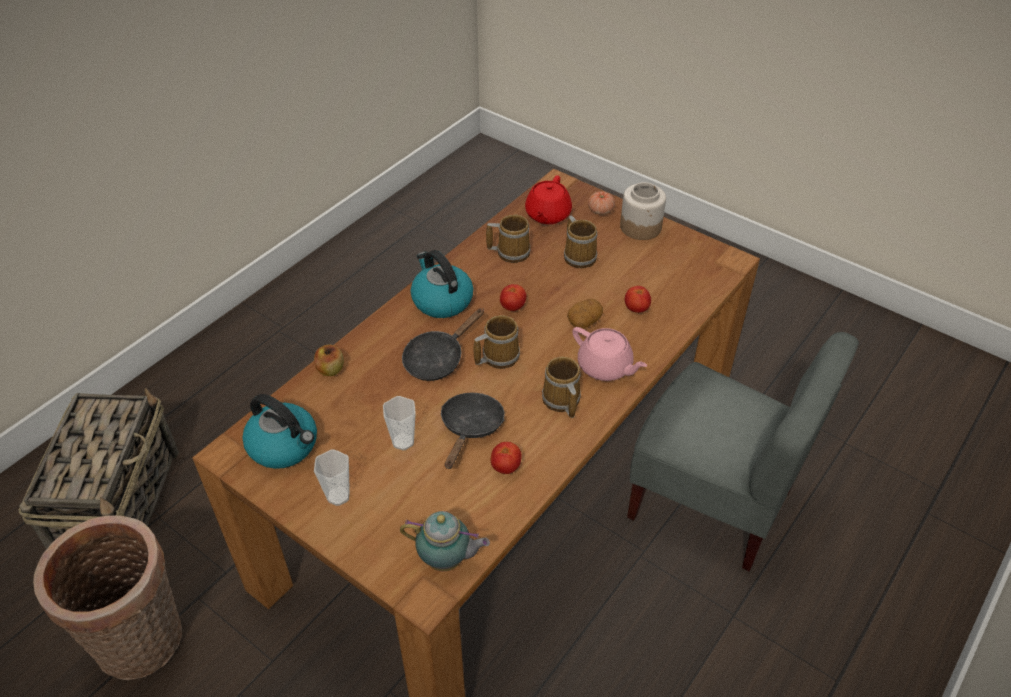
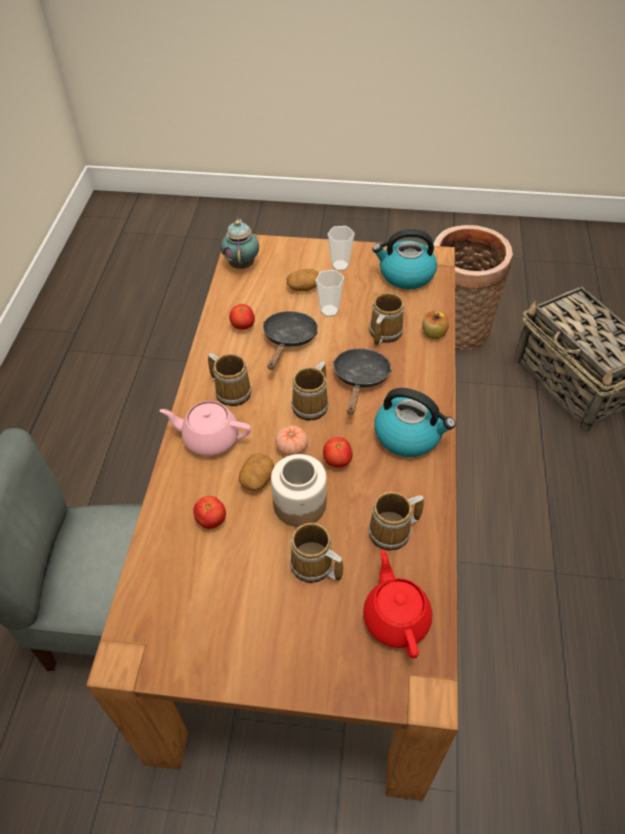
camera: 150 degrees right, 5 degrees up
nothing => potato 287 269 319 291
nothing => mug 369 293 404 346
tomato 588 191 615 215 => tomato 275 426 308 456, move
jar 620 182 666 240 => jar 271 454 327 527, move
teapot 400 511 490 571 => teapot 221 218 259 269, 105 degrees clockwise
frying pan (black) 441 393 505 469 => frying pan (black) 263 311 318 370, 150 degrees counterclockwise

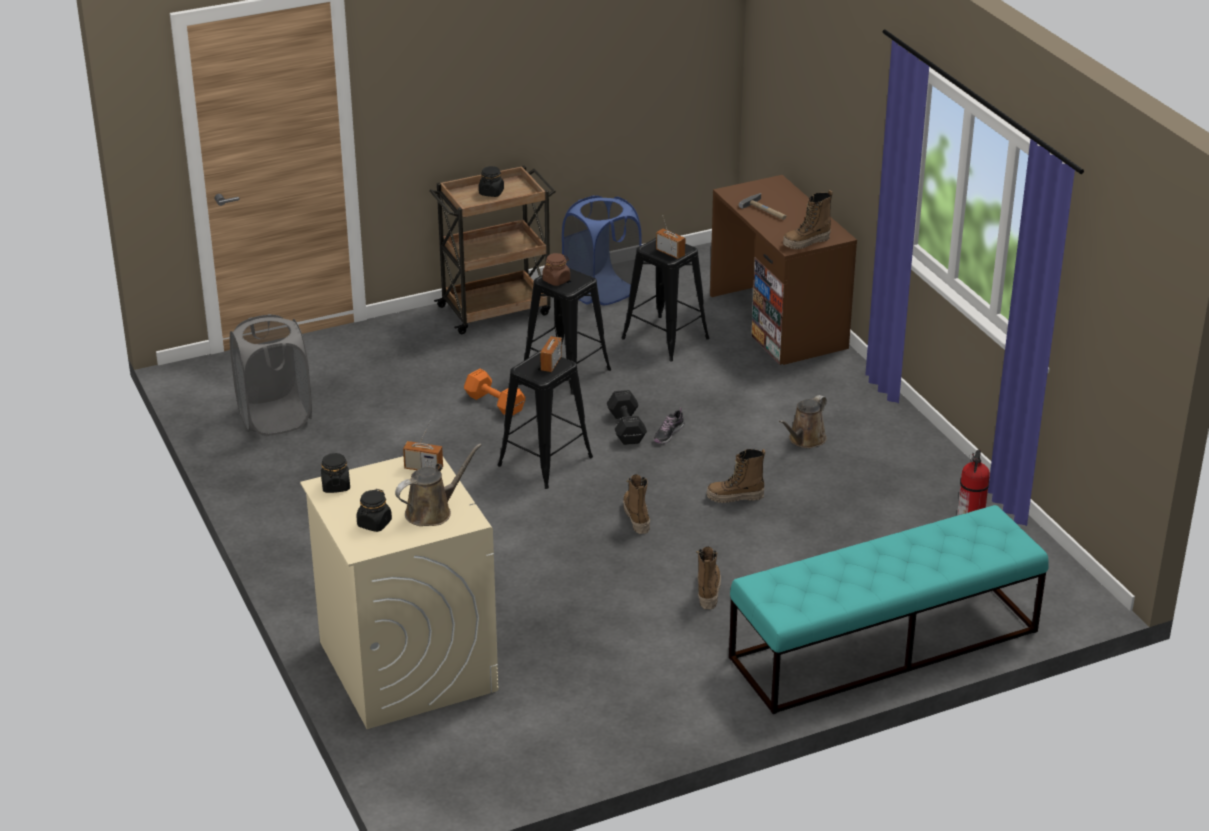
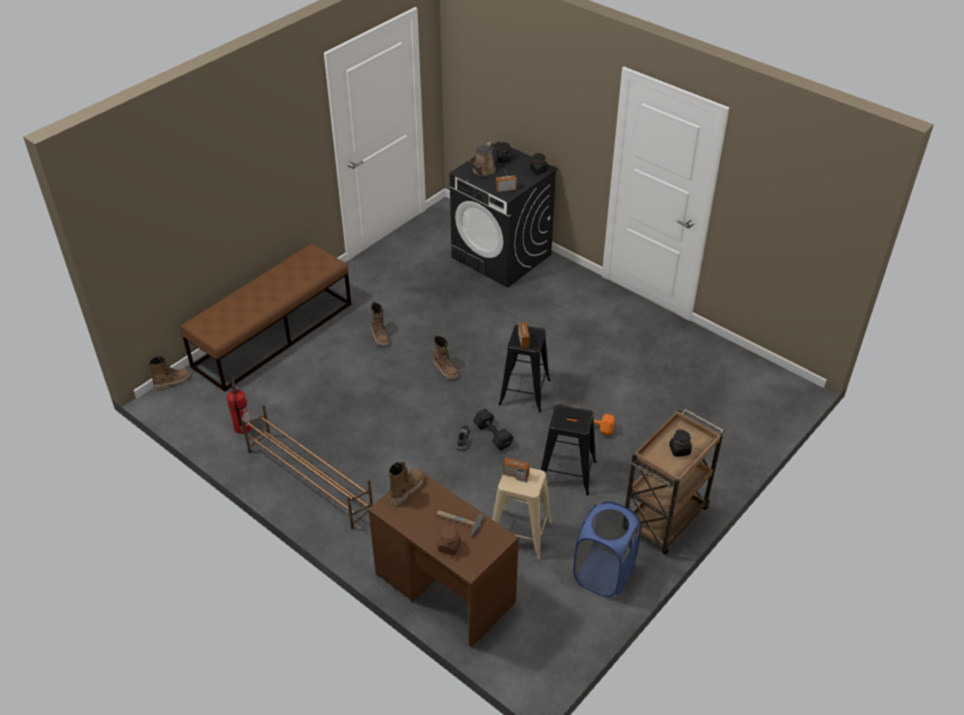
camera: 155 degrees right, 10 degrees up
laundry basket (grey) 230 314 312 436 => nothing
watering can (brown) 779 395 827 448 => nothing
nothing => shoe rack (brown) 242 406 373 529
jar (brown) 542 253 570 286 => jar (brown) 438 525 461 555, move
boot 706 449 765 503 => boot 147 356 190 391, move
washing machine (beige) 300 456 499 729 => washing machine (black) 450 141 557 288
stool (black) 622 238 710 361 => stool (beige) 492 468 552 559
bench (turquoise) 729 505 1049 714 => bench (brown) 180 244 351 392

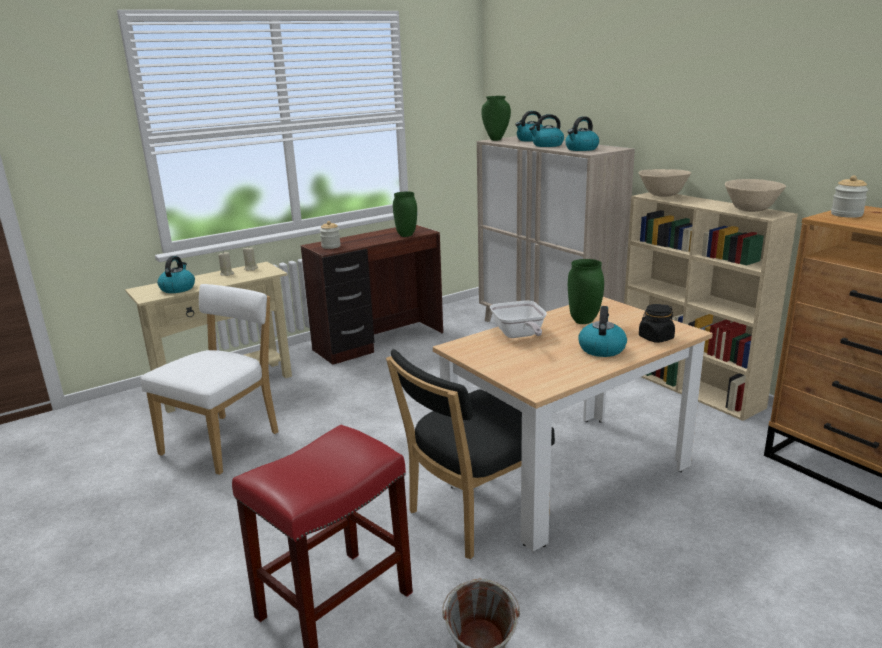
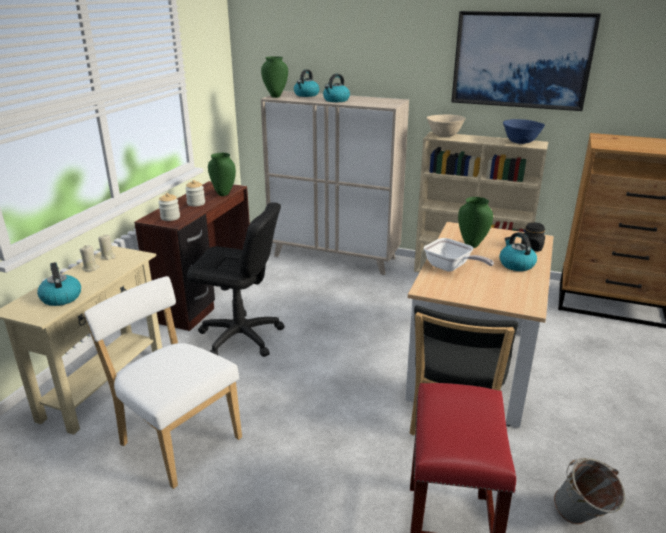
camera: 35 degrees left, 5 degrees up
kettle 565 116 599 151 => nothing
nothing => office chair (black) 187 203 285 357
nothing => picture 451 11 601 111
jar 831 175 868 218 => jar 185 180 205 207, move
bowl (beige) 725 179 786 212 => bowl (blue) 503 119 545 144
chair (white) 141 284 279 475 => chair (white) 83 276 242 489, 45 degrees counterclockwise

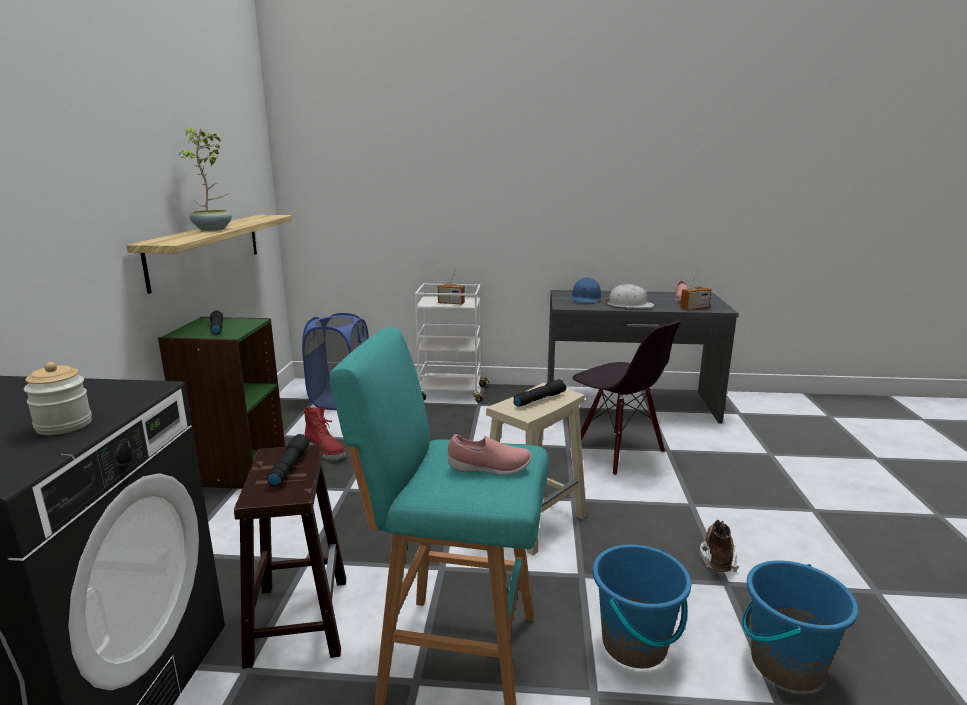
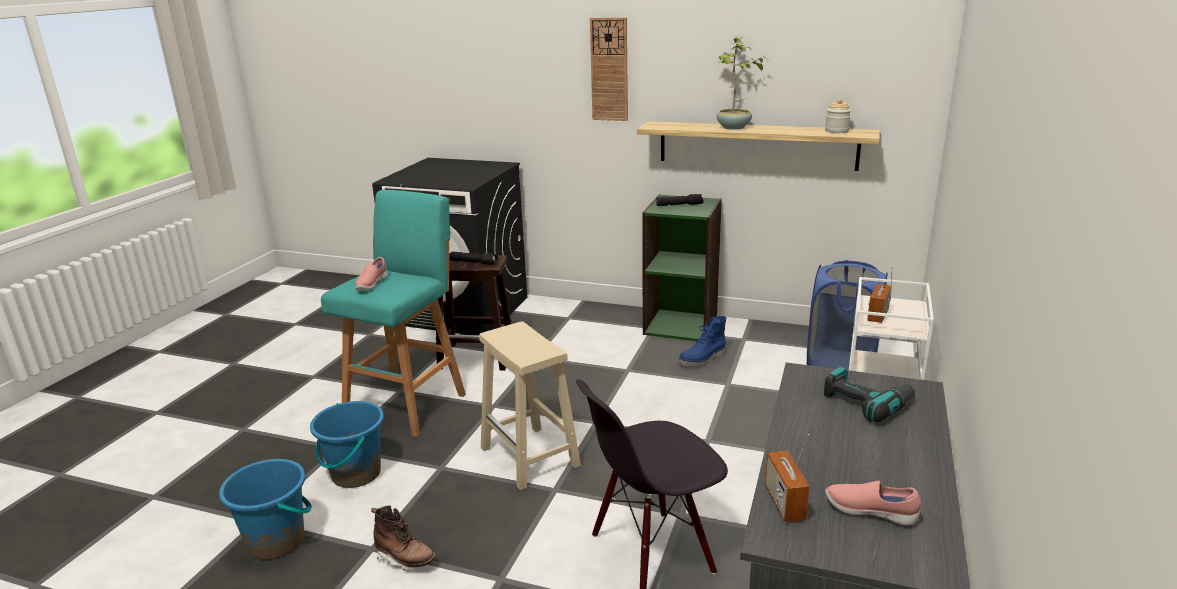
camera: 105 degrees right, 5 degrees up
flashlight (black) 514 379 567 407 => nothing
hard hat (white) 604 284 654 308 => nothing
nothing => wall clock 590 18 628 121
jar 24 362 92 435 => jar 825 99 851 133, move
hard hat (blue) 571 278 602 303 => power drill 824 366 915 423
boot (red) 303 407 346 460 => boot (blue) 678 316 726 367

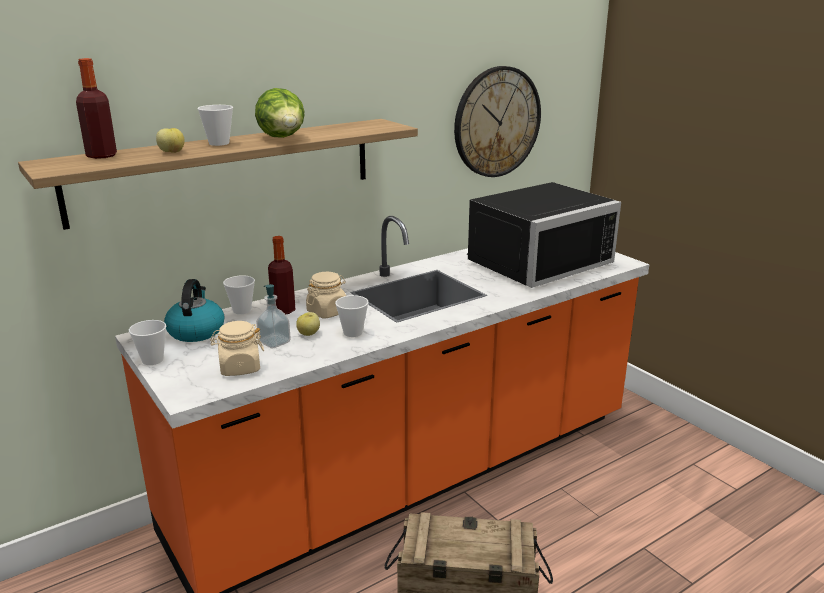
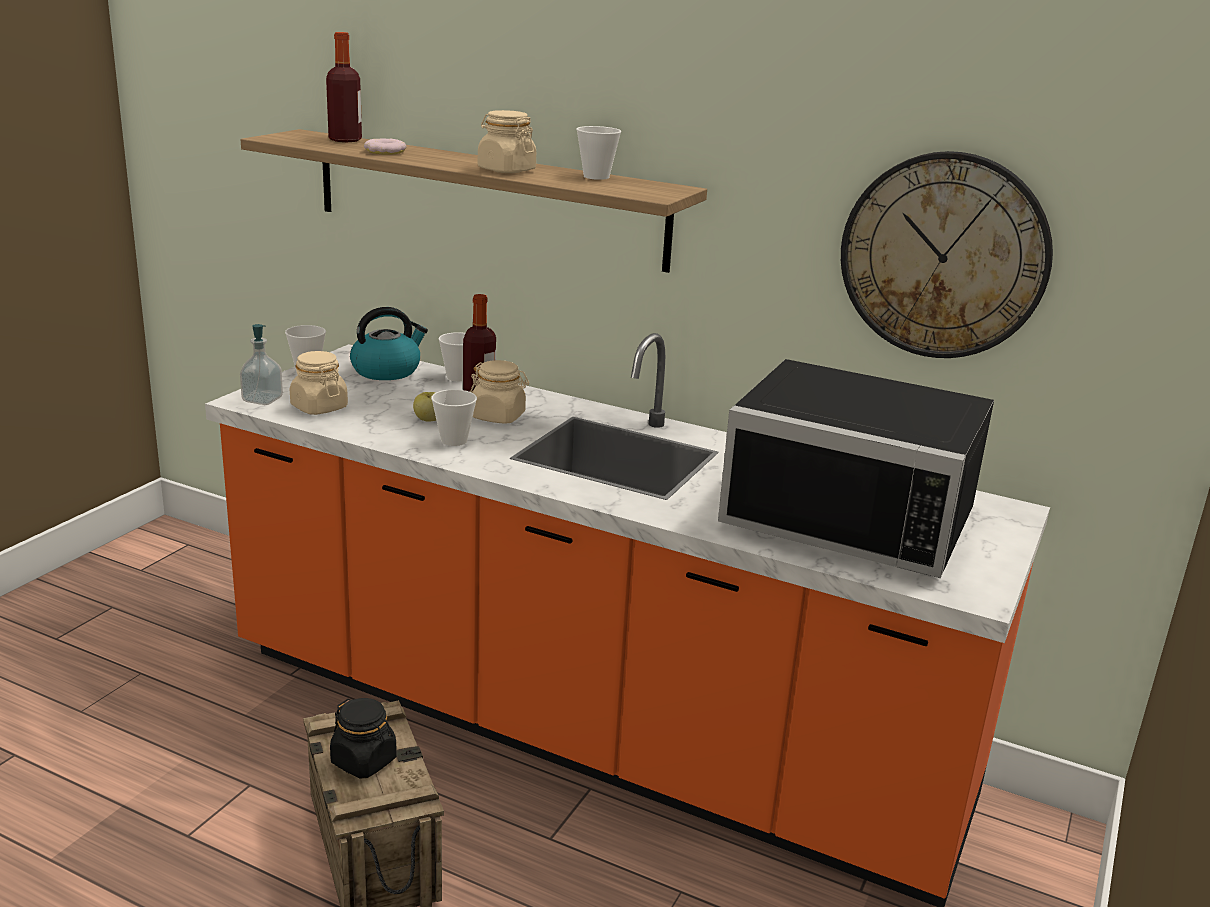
camera: 60 degrees right, 0 degrees up
nothing => jar (black) 330 698 397 779
cup 197 105 233 146 => cup 576 126 621 180, move
soap dispenser 256 284 291 349 => soap dispenser 240 324 283 405, move
apple 156 128 185 153 => donut 364 138 406 155
lettuce 255 88 305 138 => jar (beige) 478 110 536 173

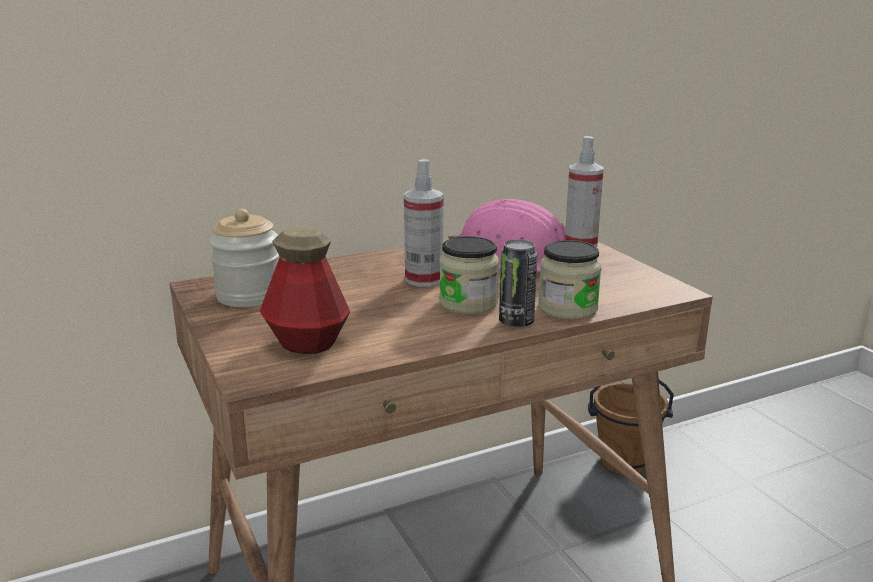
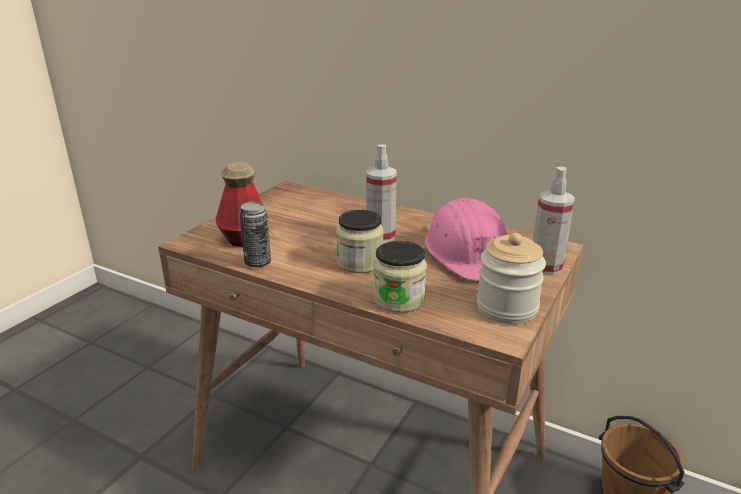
camera: 55 degrees right, 5 degrees up
jar 209 209 279 307 => jar 477 233 546 324, move
can 499 239 537 328 => can 239 201 271 267, move

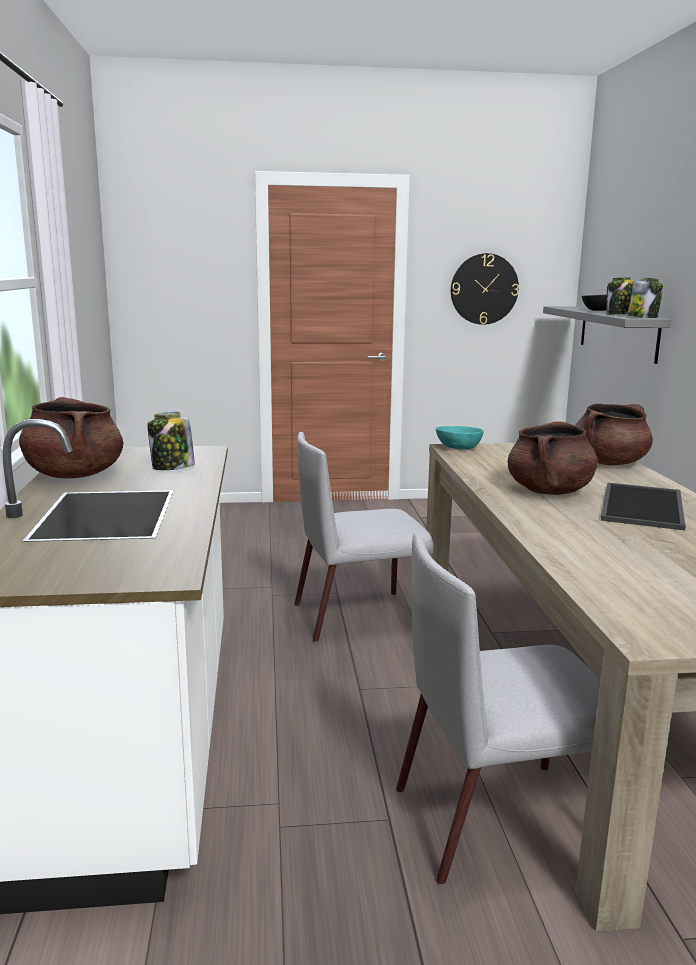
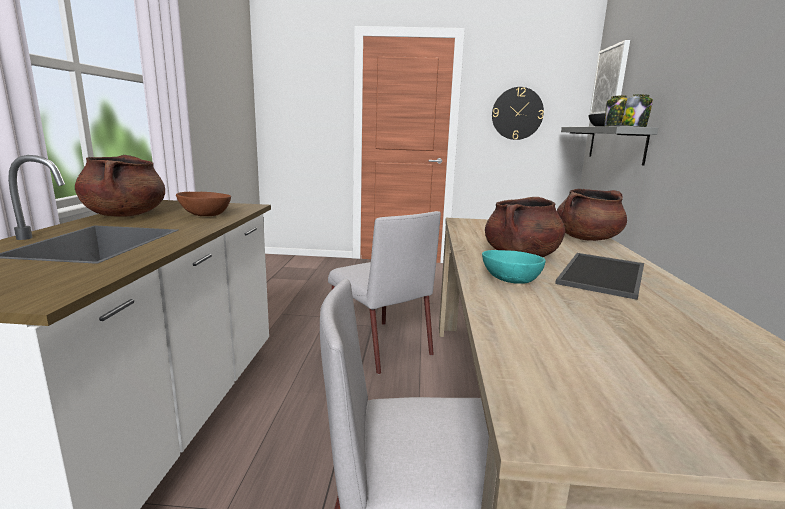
camera: 10 degrees right, 0 degrees up
nothing => picture 589 40 630 115
bowl (turquoise) 436 426 484 450 => bowl (turquoise) 482 250 546 284, move
jar 148 412 195 470 => bowl (brown) 176 192 231 216
chair (grey) 294 432 433 642 => chair (grey) 328 211 441 374, 120 degrees counterclockwise

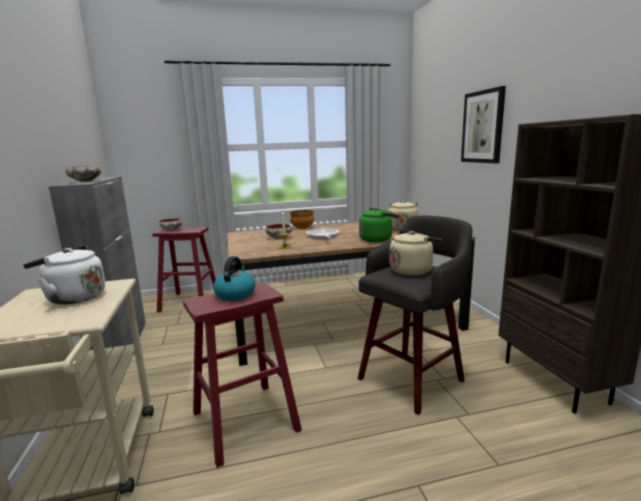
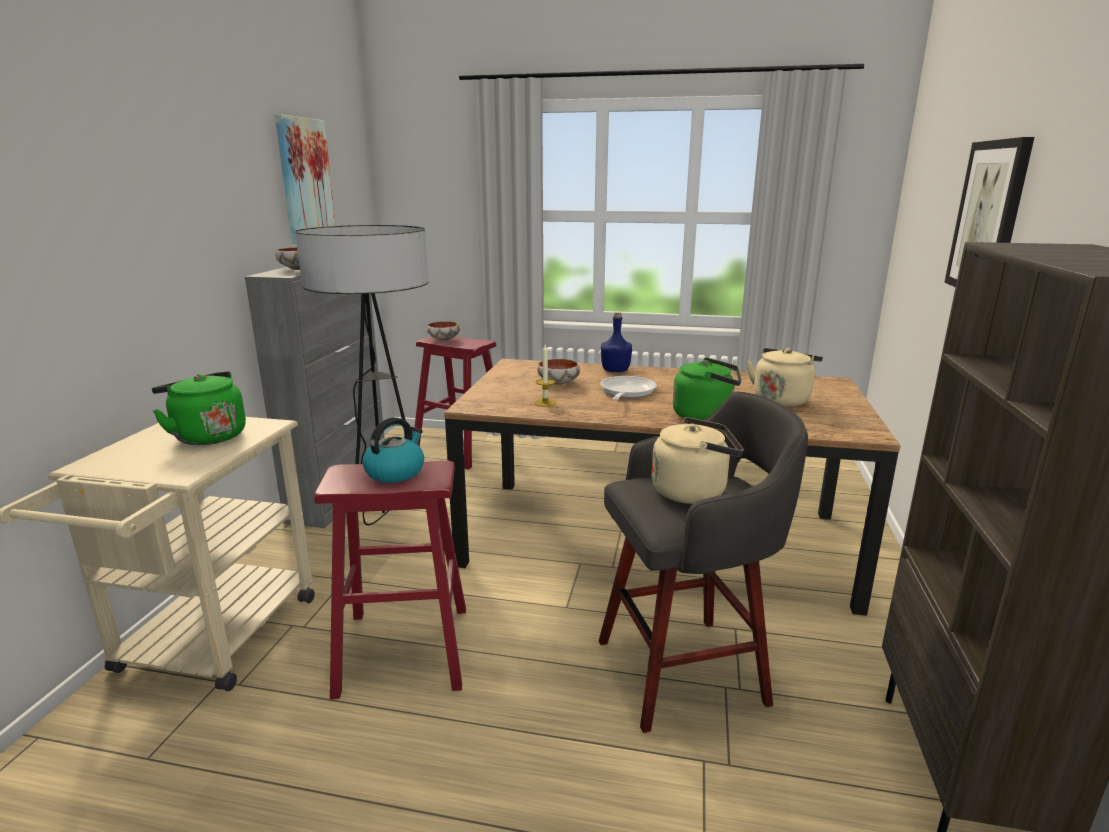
camera: 25 degrees right, 5 degrees up
nothing => picture 275 114 336 244
nothing => floor lamp 295 225 428 525
bowl 290 210 314 229 => bottle (blue) 601 312 632 372
kettle (white) 23 245 105 304 => kettle (green) 152 371 246 445

